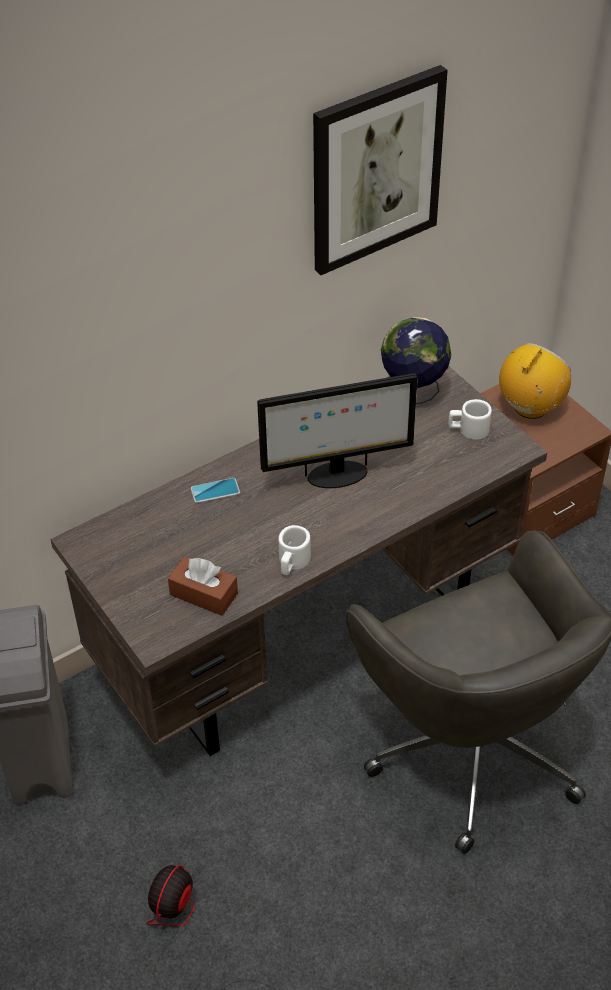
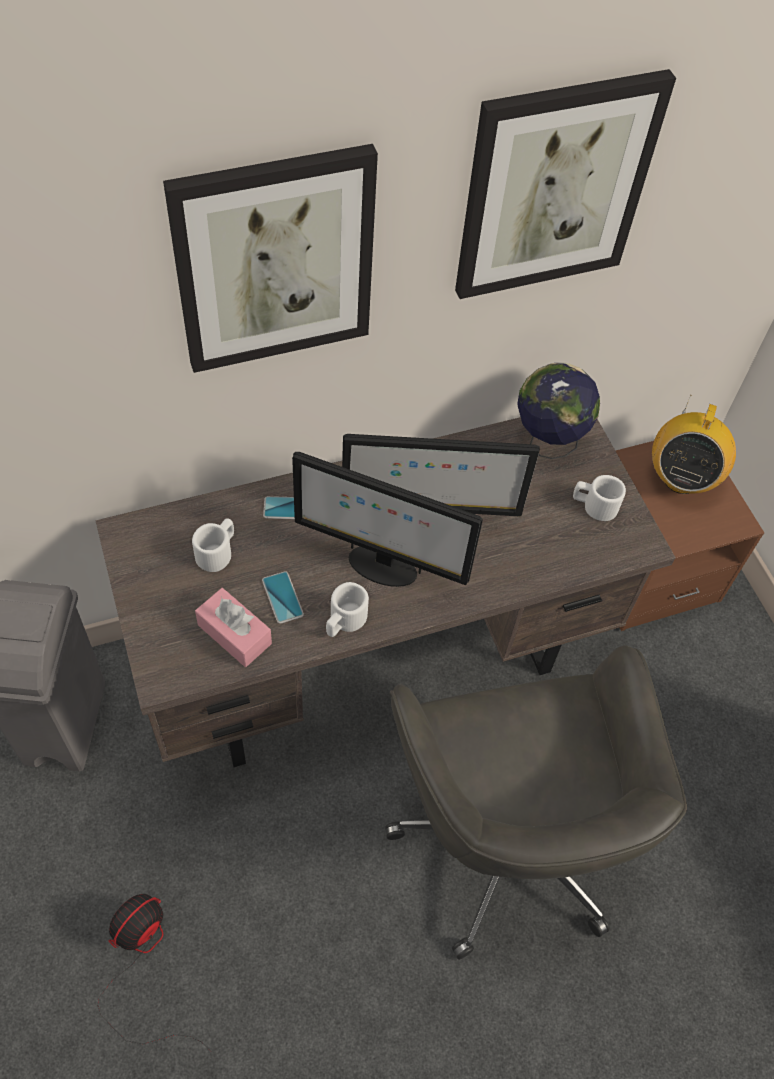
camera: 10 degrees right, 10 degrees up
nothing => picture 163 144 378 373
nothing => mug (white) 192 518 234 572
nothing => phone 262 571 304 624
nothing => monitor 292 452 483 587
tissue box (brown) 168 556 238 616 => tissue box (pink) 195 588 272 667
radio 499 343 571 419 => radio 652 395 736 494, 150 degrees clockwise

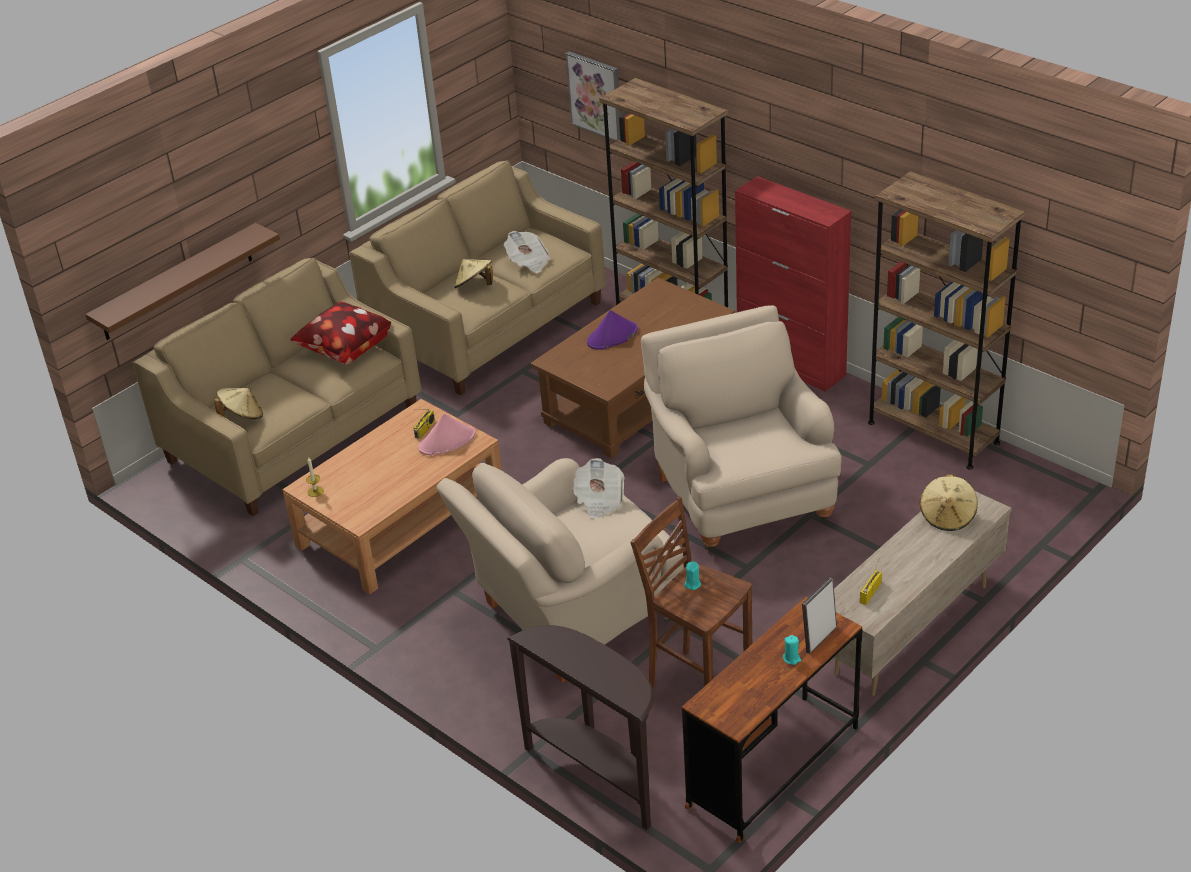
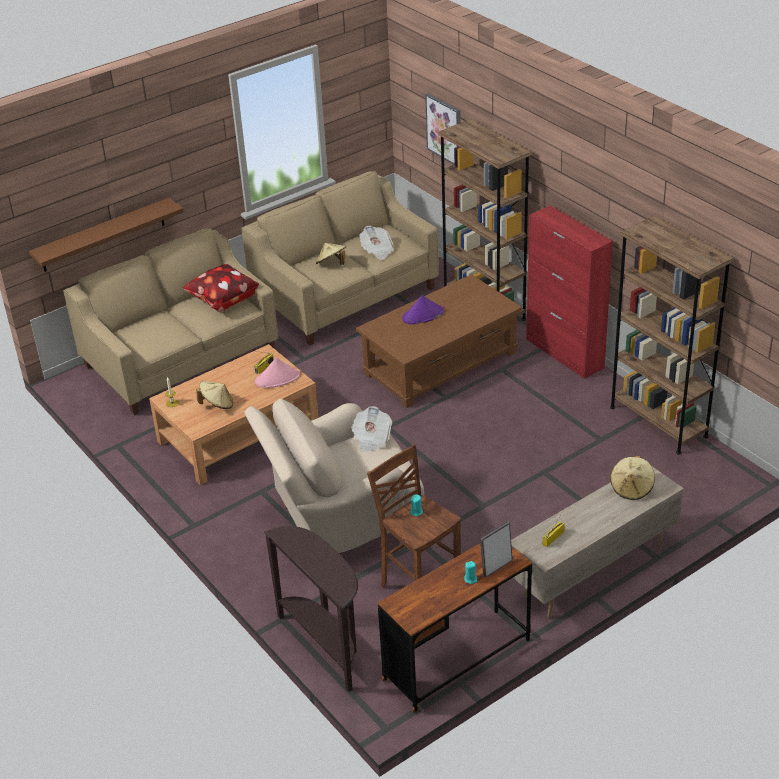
camera: 10 degrees right, 0 degrees up
armchair (beige) 641 305 842 551 => nothing
hat (beige) 214 388 263 420 => hat (beige) 196 381 233 409, move

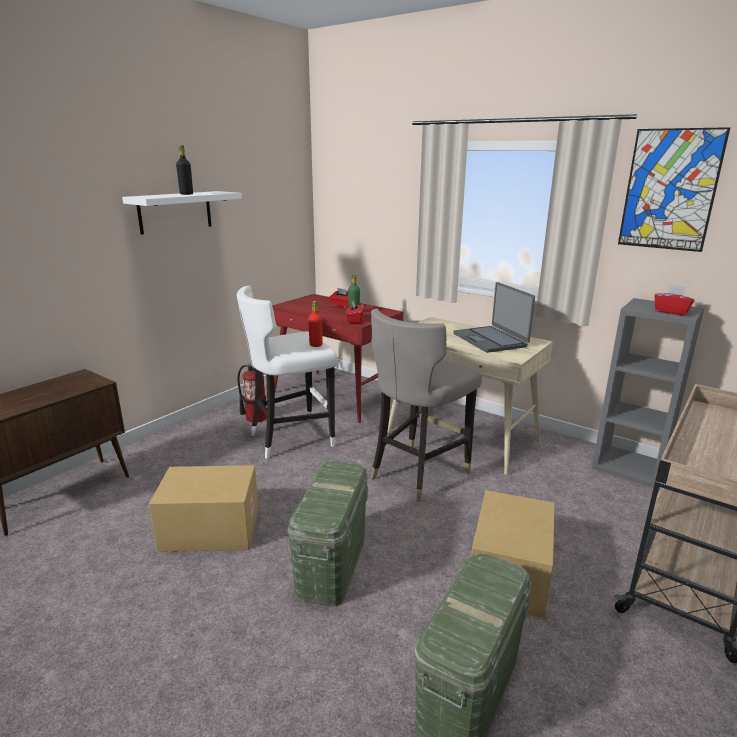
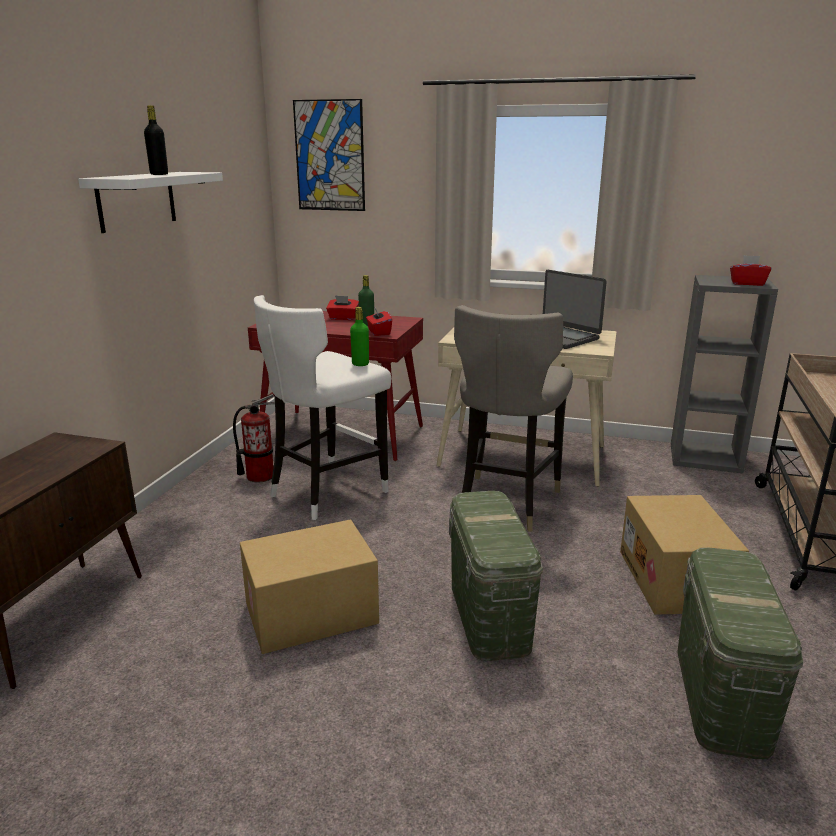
camera: 20 degrees left, 0 degrees up
picture 618 127 731 252 => picture 293 99 365 211, move
bottle (red) 308 301 322 347 => bottle (green) 350 307 369 366

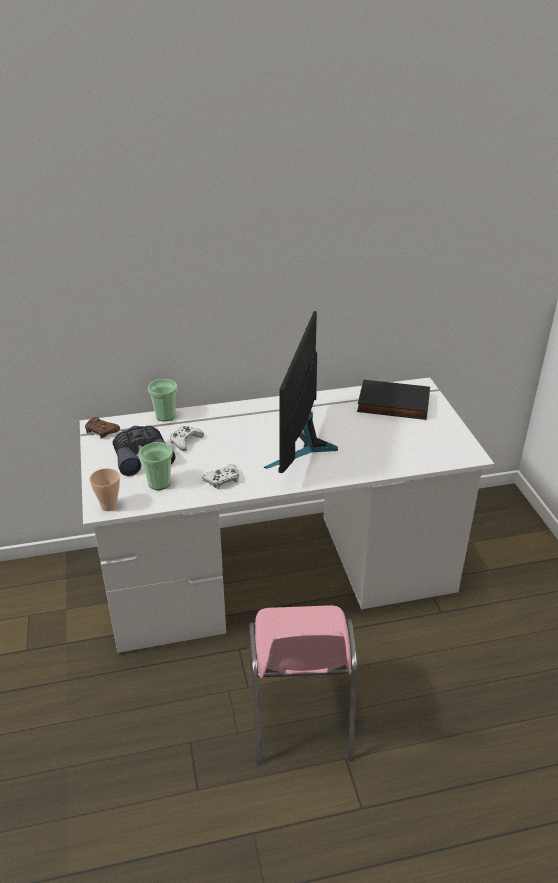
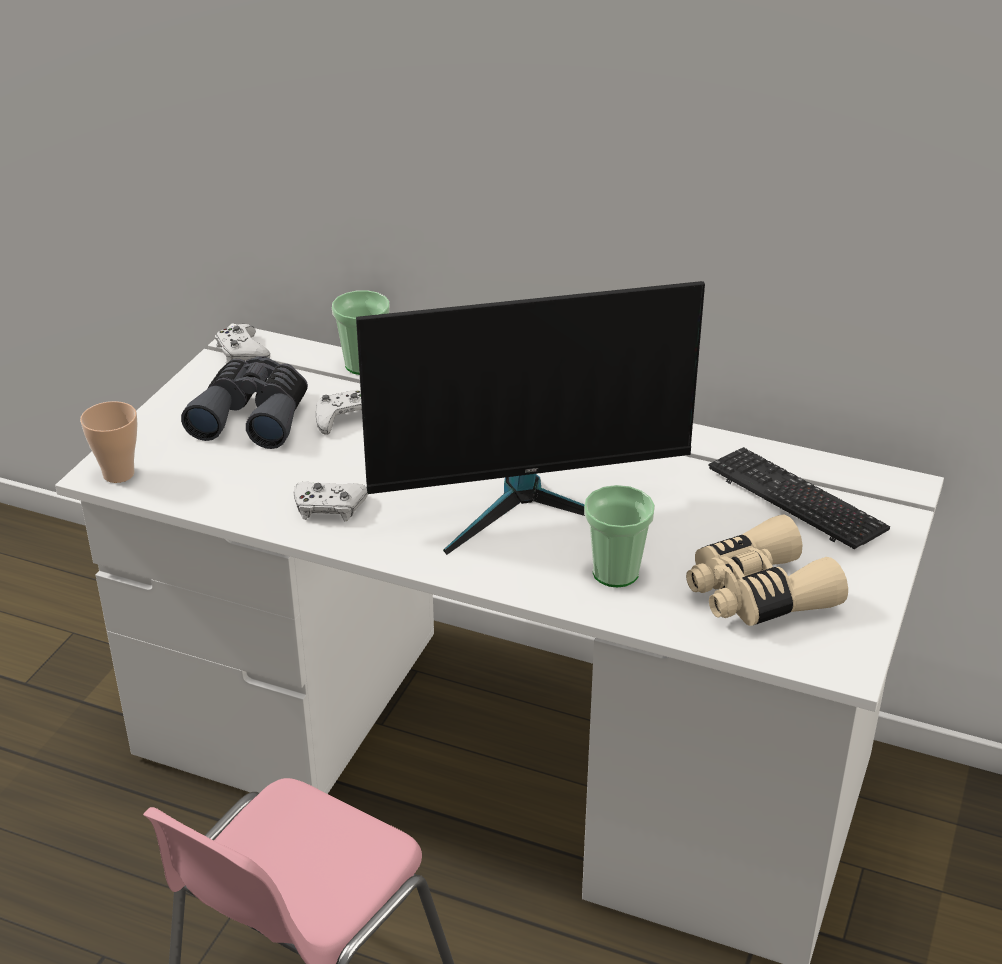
camera: 35 degrees right, 0 degrees up
nothing => binoculars (beige) 686 514 848 626
cup 139 442 173 490 => cup 584 485 655 587, move
book (black) 357 380 430 420 => keyboard 708 447 890 549
game controller (brown) 85 417 120 438 => game controller (white) 215 324 270 363
monitor 264 311 338 473 => monitor 356 281 705 555, 150 degrees counterclockwise

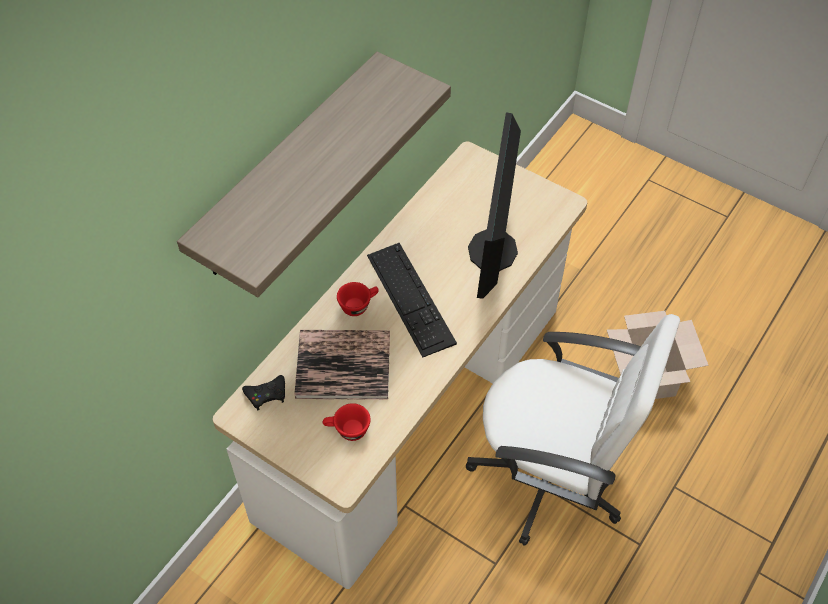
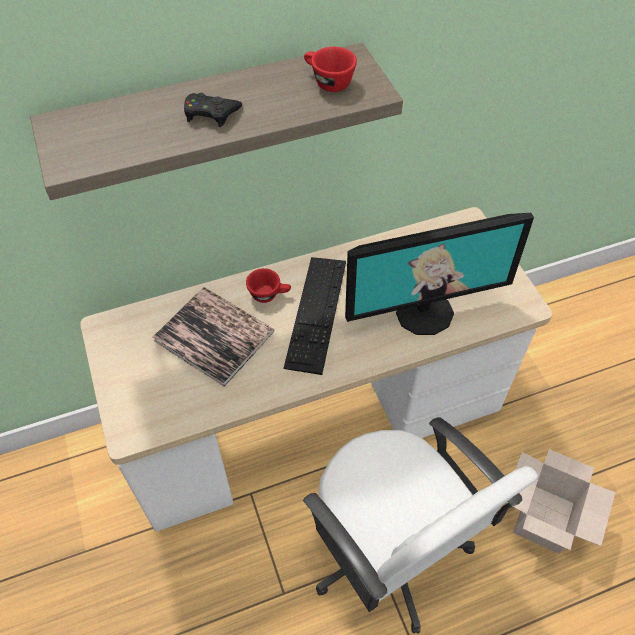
camera: 35 degrees right, 0 degrees up
game controller (black) 242 375 285 410 => game controller (black) 184 93 242 127, move
cup (red) 323 403 371 441 => cup (red) 304 47 357 92, move
monitor 468 112 521 299 => monitor 345 213 534 335, 150 degrees counterclockwise

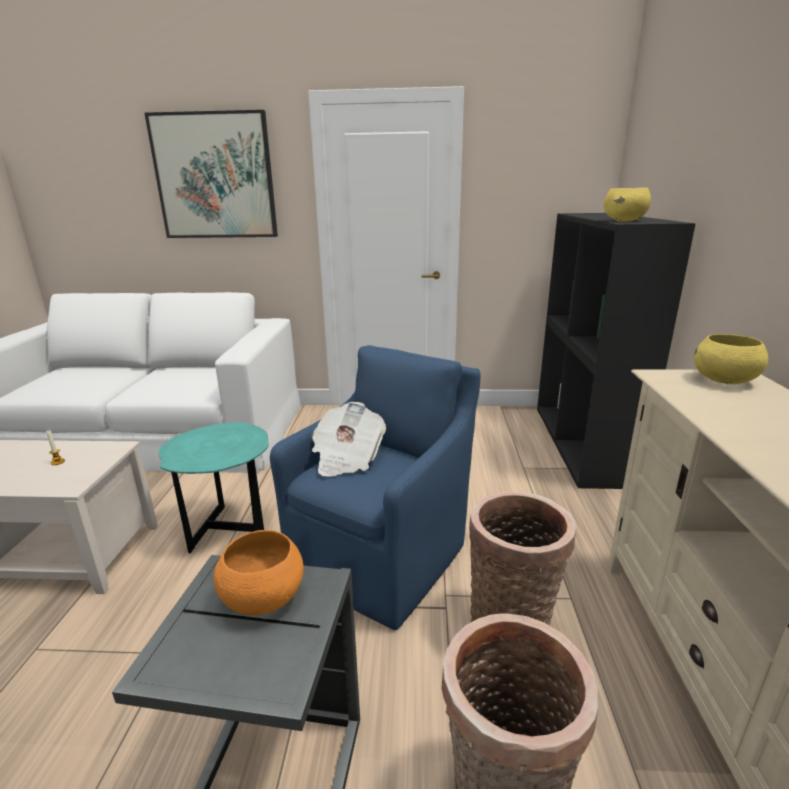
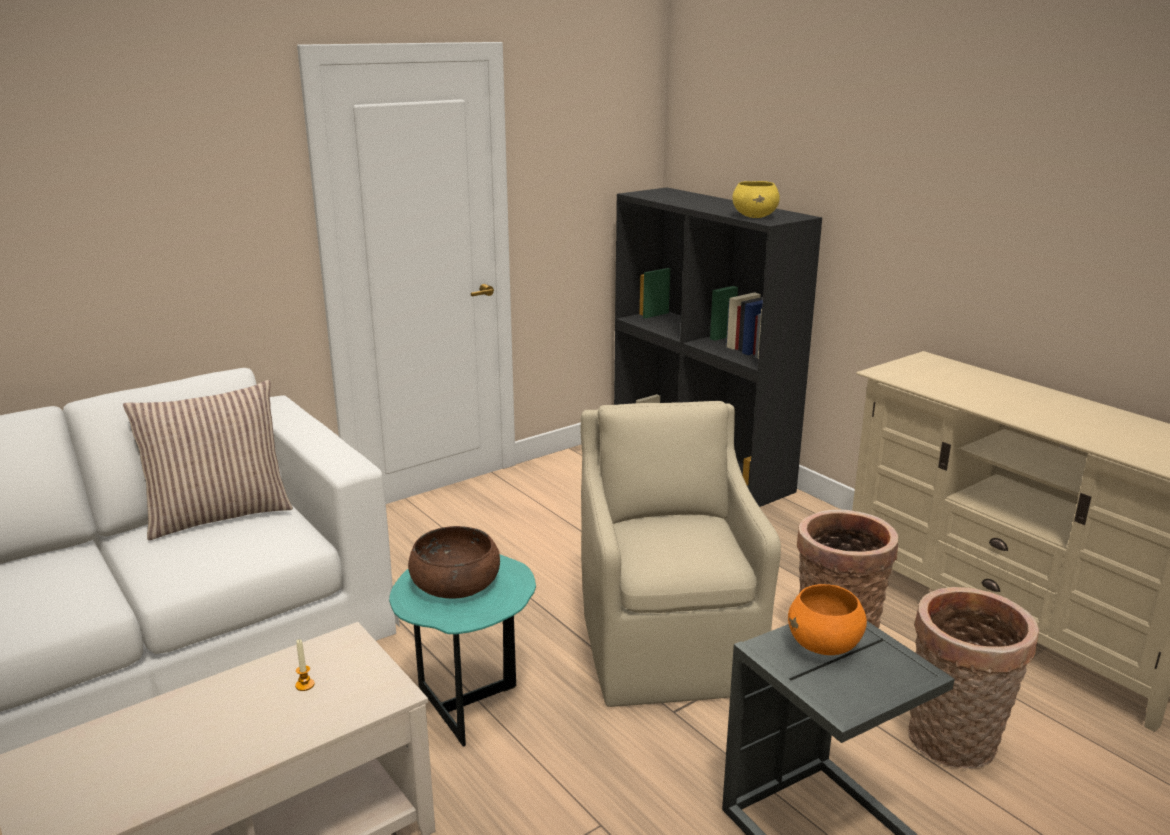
camera: 40 degrees left, 0 degrees up
picture 145 110 278 238 => nothing
newspaper 312 402 386 477 => nothing
bowl (yellow) 694 334 768 384 => nothing
nothing => pillow 123 380 293 540
nothing => bowl (brown) 408 526 500 598
armchair (blue) 270 345 481 631 => armchair (beige) 581 401 781 707

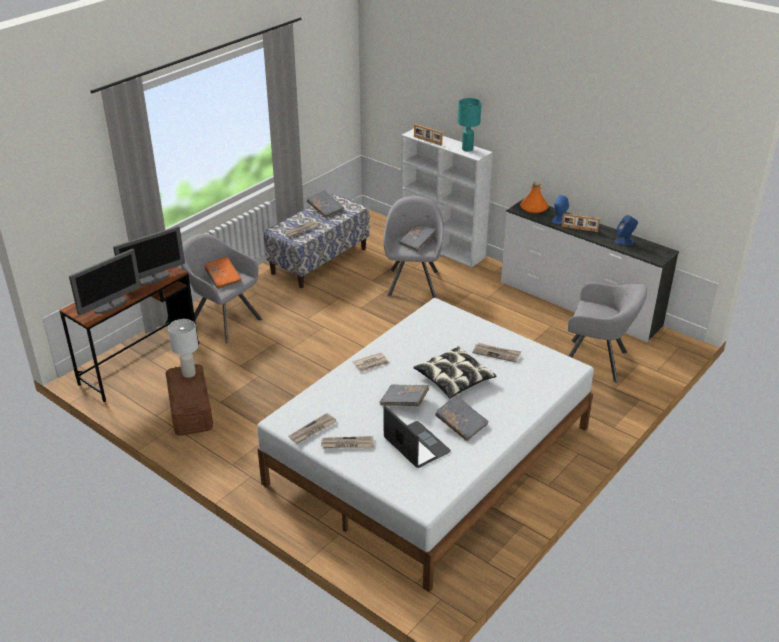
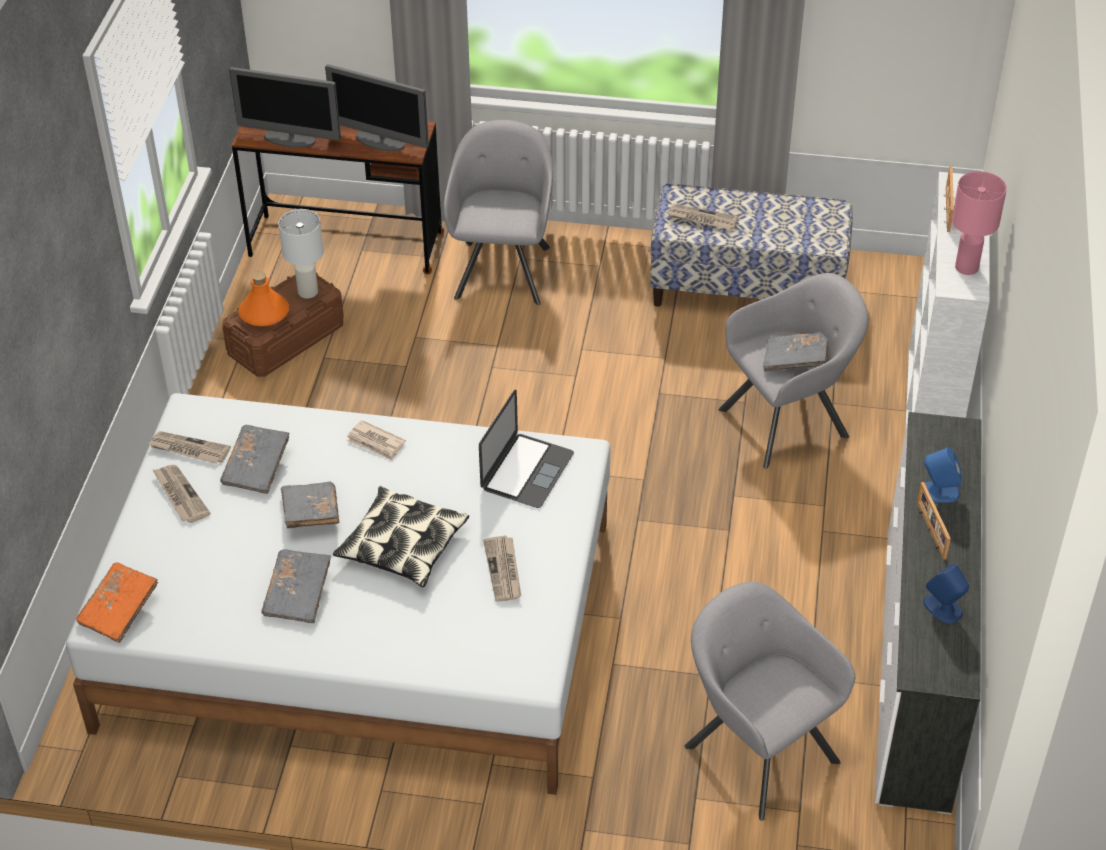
camera: 60 degrees right, 10 degrees up
book (orange) 205 256 242 289 => book (orange) 76 562 158 643, move
book (grey) 307 190 344 218 => book (grey) 220 425 289 494, move
laptop 384 406 451 468 => laptop 479 390 574 508, move
bottle (orange) 520 182 548 213 => bottle (orange) 239 271 289 327, move
table lamp (turquoise) 458 98 481 152 => table lamp (pink) 952 171 1007 275
armchair (grey) 568 283 647 383 => armchair (grey) 684 582 855 821, 150 degrees clockwise

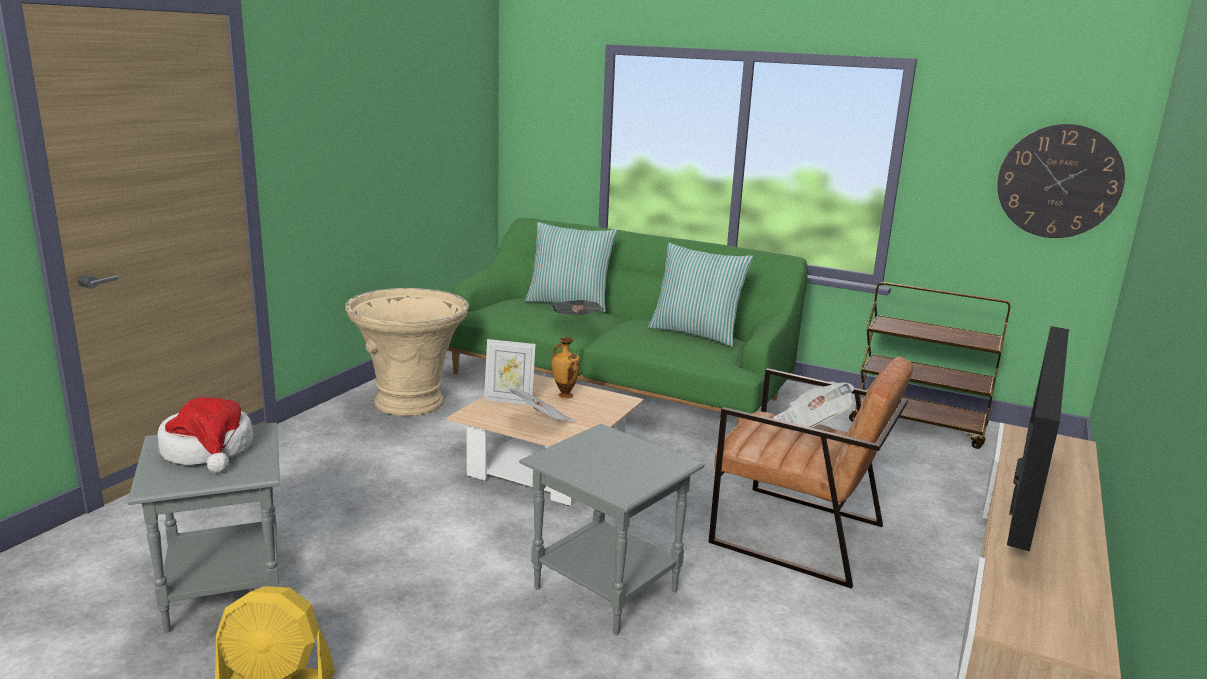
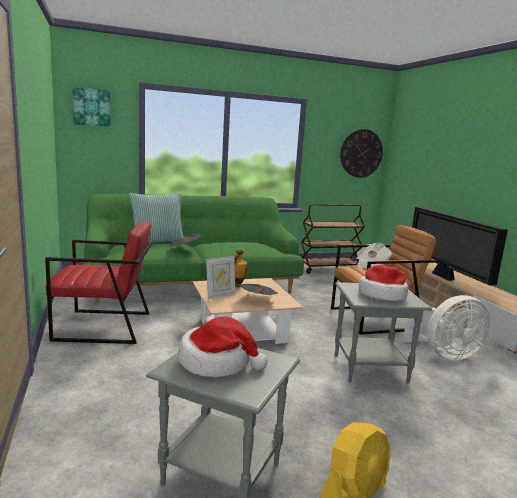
camera: 45 degrees left, 5 degrees down
pillow 648 243 753 347 => nothing
nothing => picture 72 87 111 127
nothing => hat 359 265 408 301
nothing => fan (white) 403 295 491 361
planter (beige) 345 288 469 416 => armchair (red) 45 220 152 344

